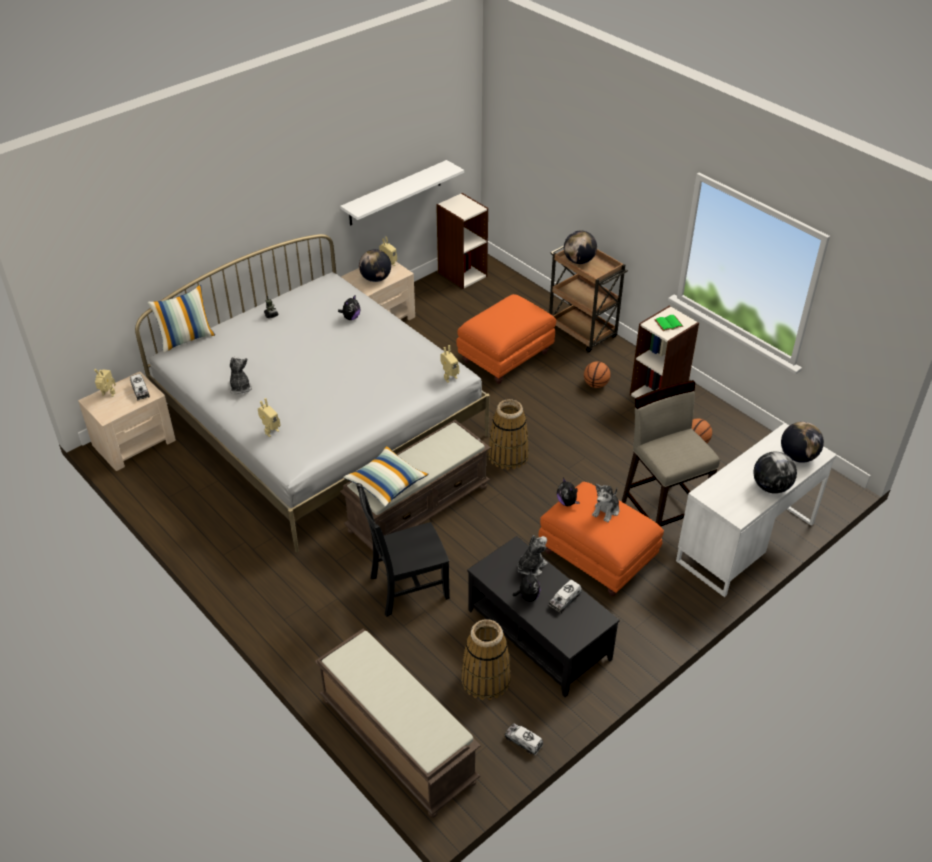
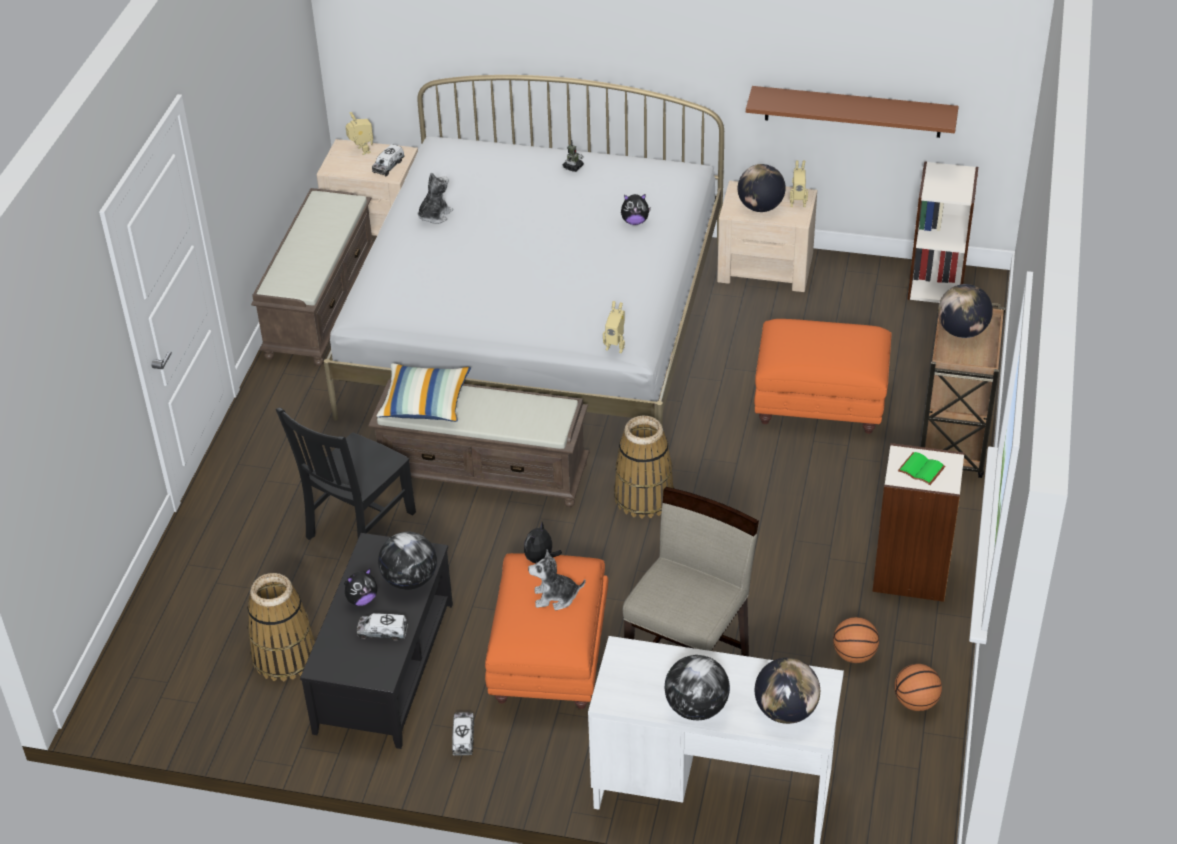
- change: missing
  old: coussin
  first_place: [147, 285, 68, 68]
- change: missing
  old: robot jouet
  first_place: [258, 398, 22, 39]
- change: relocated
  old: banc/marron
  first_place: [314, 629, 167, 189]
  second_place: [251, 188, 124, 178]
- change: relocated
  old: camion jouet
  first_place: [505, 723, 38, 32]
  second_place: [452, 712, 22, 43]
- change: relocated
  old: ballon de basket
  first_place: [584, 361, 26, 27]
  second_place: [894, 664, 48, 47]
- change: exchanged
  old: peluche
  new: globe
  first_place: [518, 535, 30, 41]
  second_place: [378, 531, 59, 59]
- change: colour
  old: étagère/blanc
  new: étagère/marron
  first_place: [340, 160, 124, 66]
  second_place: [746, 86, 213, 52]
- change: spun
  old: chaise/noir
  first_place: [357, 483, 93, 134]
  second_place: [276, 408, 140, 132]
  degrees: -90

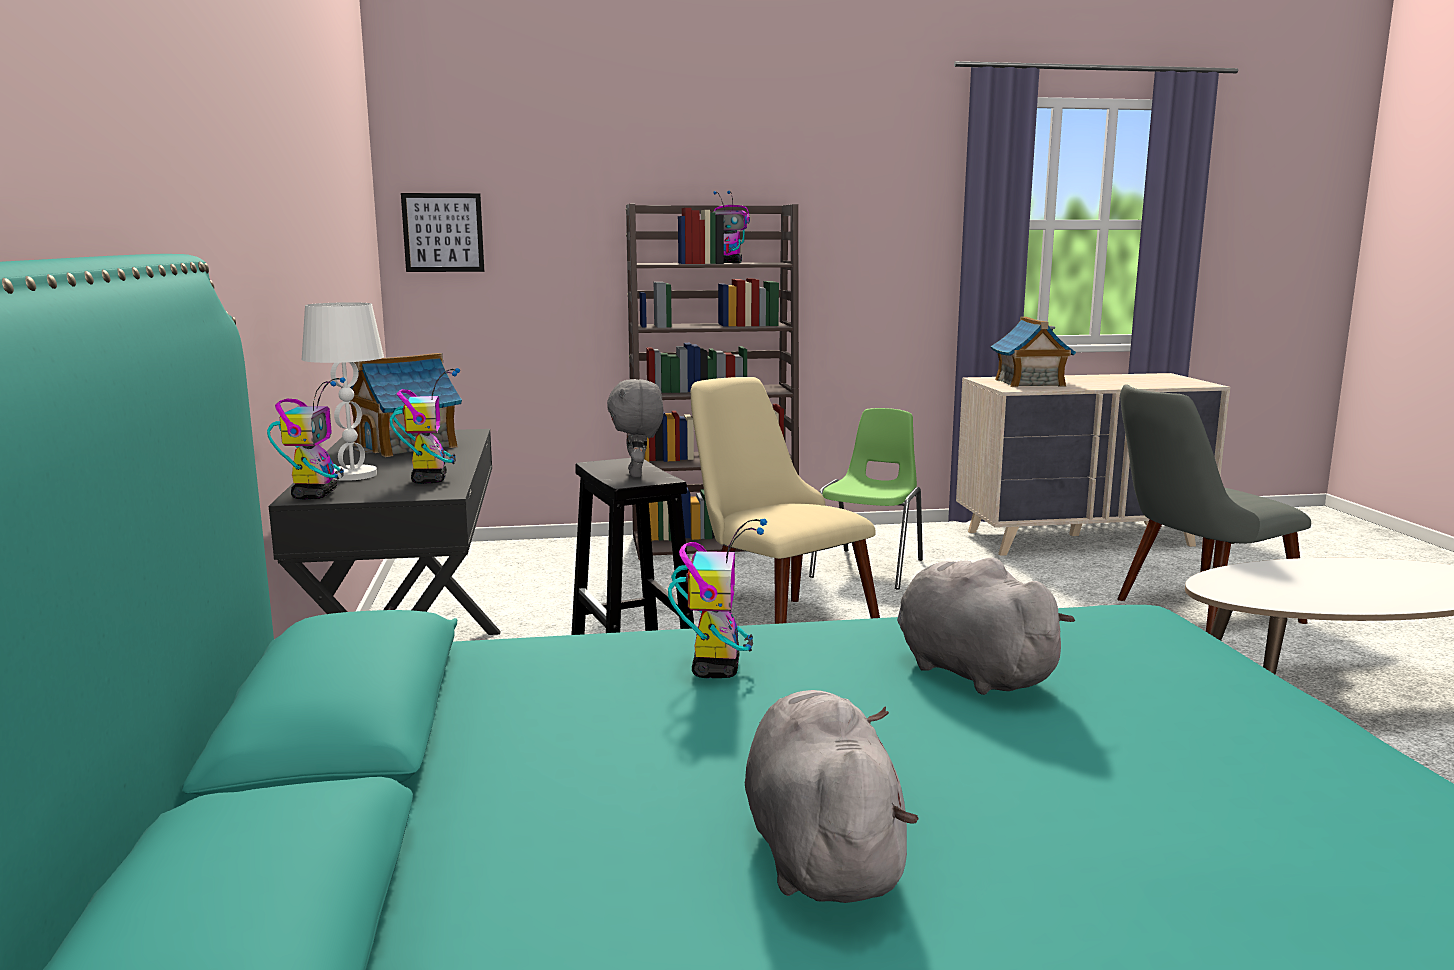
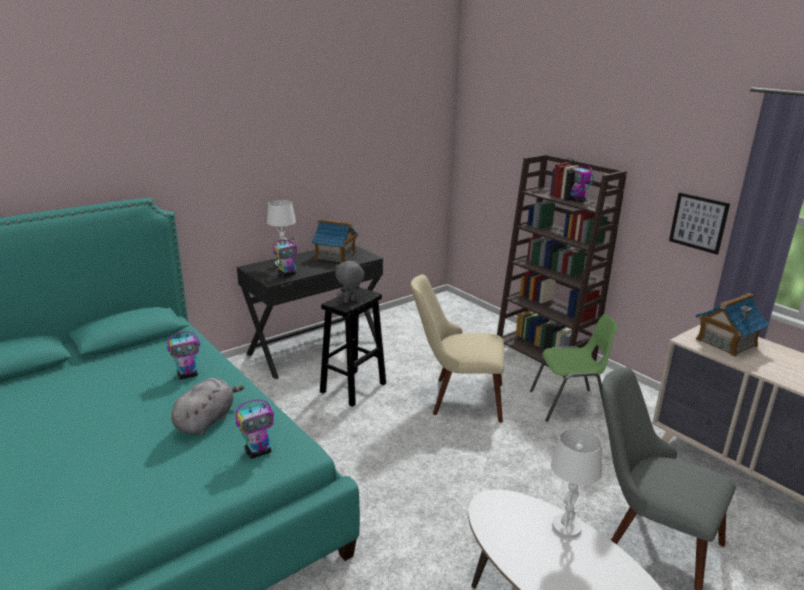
- change: missing
  old: peluche/gris
  first_place: [745, 690, 174, 213]
- change: appeared
  new: lampe de table/blanc
  second_place: [551, 428, 51, 110]
- change: relocated
  old: robot jouet
  first_place: [267, 377, 79, 123]
  second_place: [236, 400, 38, 59]
- change: relocated
  old: tableau
  first_place: [401, 193, 83, 79]
  second_place: [669, 192, 61, 63]
- change: spun
  old: chaise/beige
  first_place: [691, 377, 189, 247]
  second_place: [411, 275, 93, 148]
  degrees: -105

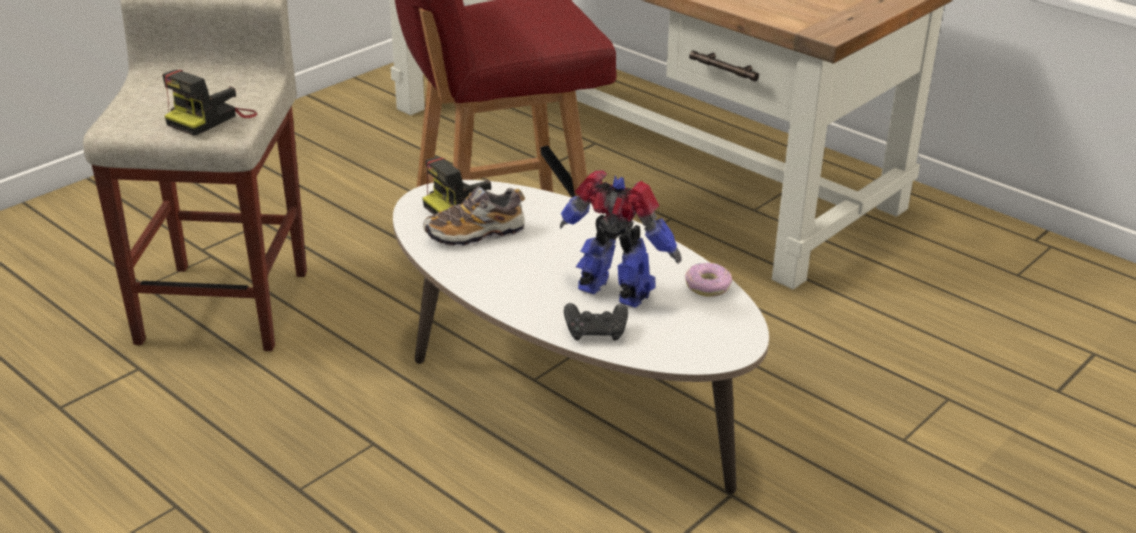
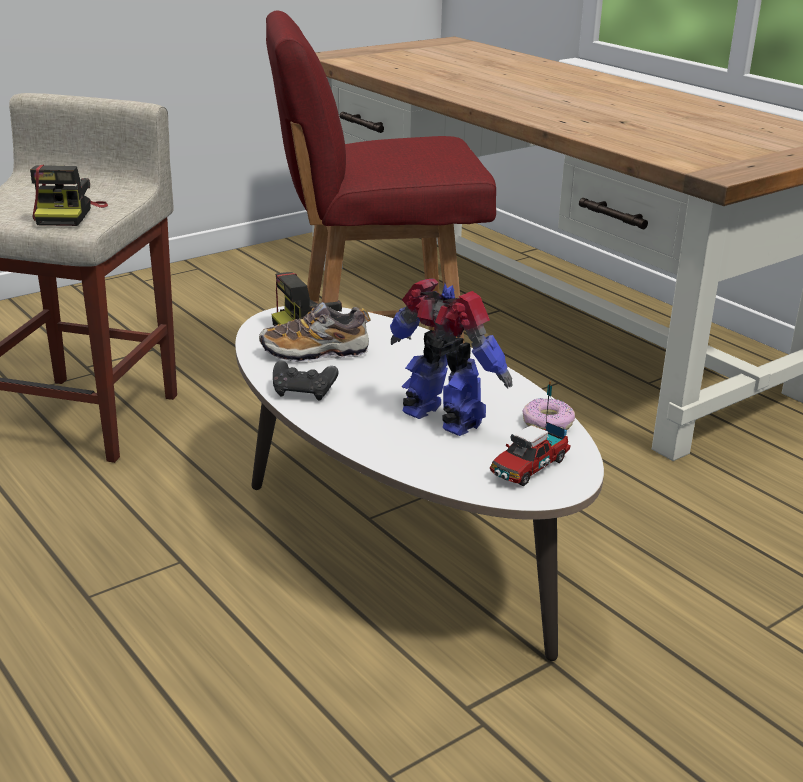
- change: appeared
  new: camion jouet
  second_place: [490, 382, 81, 104]
- change: relocated
  old: manette/noir
  first_place: [564, 303, 64, 38]
  second_place: [273, 361, 66, 40]
- change: spun
  old: appareil photo
  first_place: [162, 70, 95, 66]
  second_place: [30, 165, 78, 61]
  degrees: -45

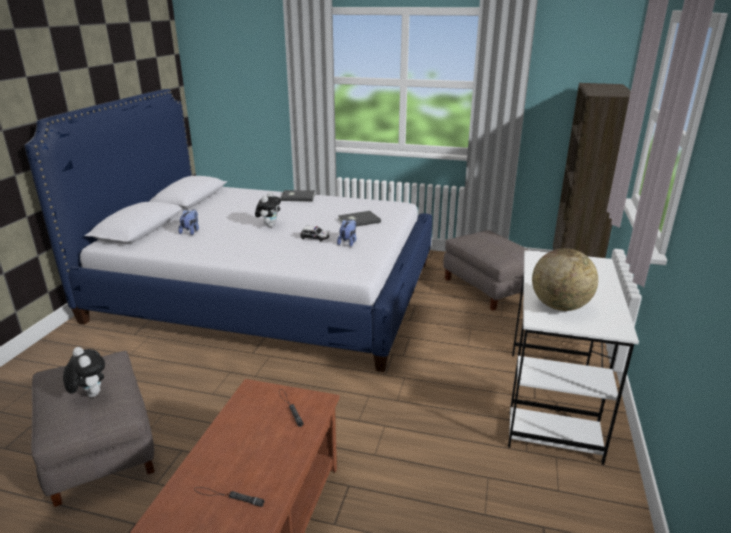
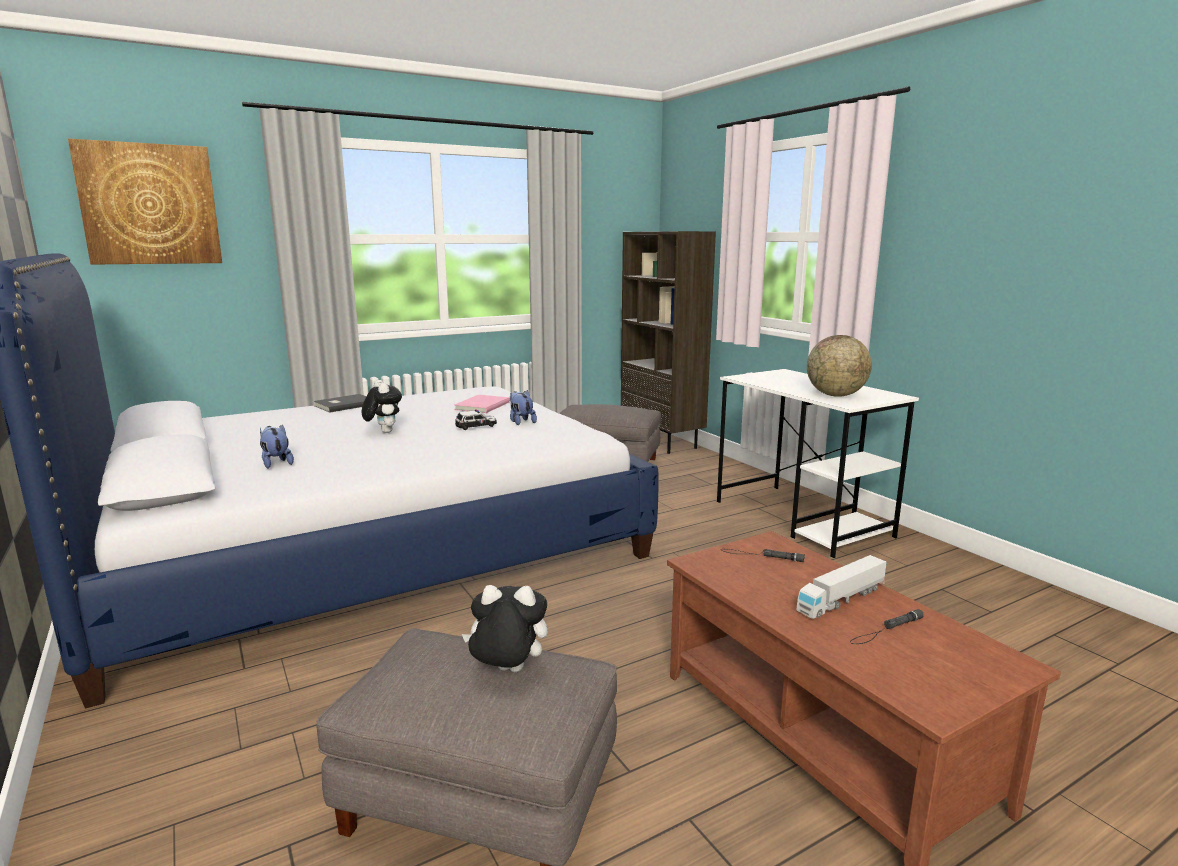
- change: appeared
  new: tableau
  second_place: [68, 138, 154, 127]
- change: appeared
  new: camion jouet
  second_place: [796, 555, 91, 64]
- change: colour
  old: livre/gris
  new: livre/rose
  first_place: [338, 211, 43, 16]
  second_place: [454, 395, 56, 18]

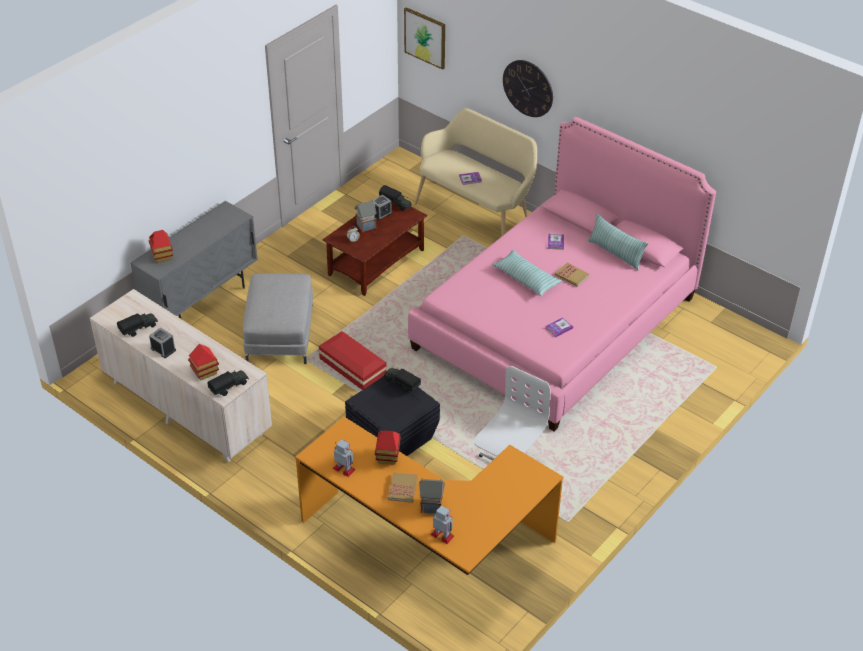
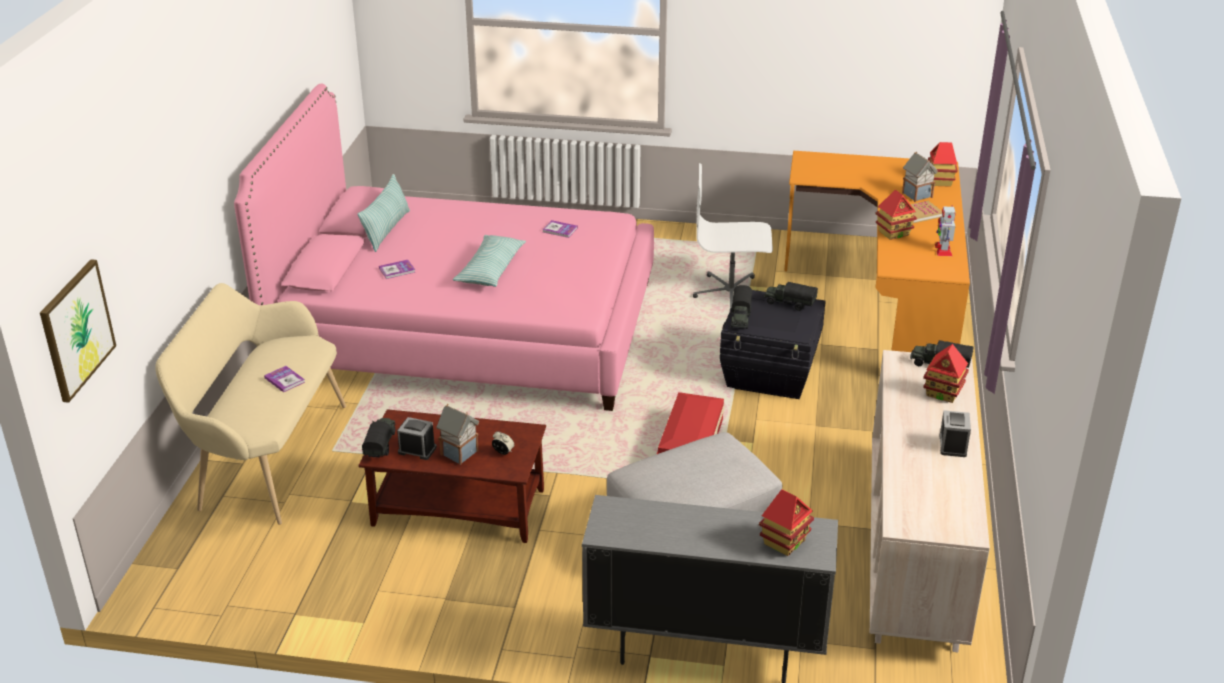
- change: missing
  old: horloge murale
  first_place: [503, 60, 50, 57]
- change: missing
  old: livre
  first_place: [555, 263, 34, 24]
- change: relocated
  old: camion jouet
  first_place: [117, 313, 41, 24]
  second_place: [764, 282, 54, 29]
- change: exchanged
  old: robot jouet
  new: maison miniature
  first_place: [430, 505, 24, 39]
  second_place: [928, 142, 30, 45]

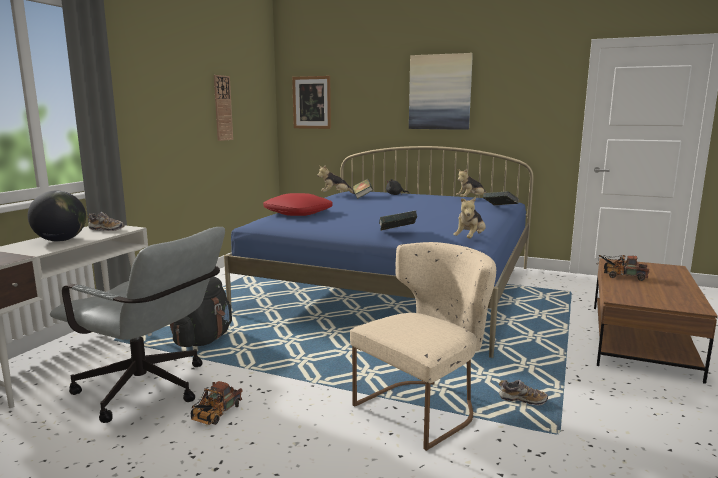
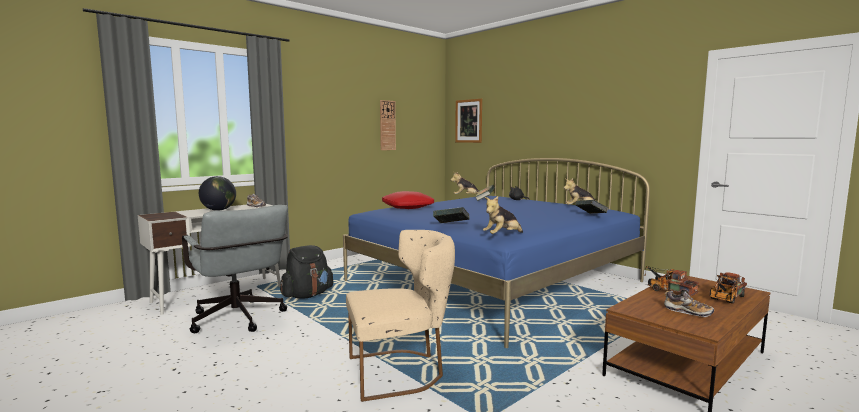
- change: missing
  old: tableau
  first_place: [409, 53, 64, 77]
- change: relocated
  old: camion jouet
  first_place: [191, 381, 52, 44]
  second_place: [709, 272, 38, 32]
- change: relocated
  old: chaussure
  first_place: [499, 380, 49, 26]
  second_place: [664, 291, 50, 26]

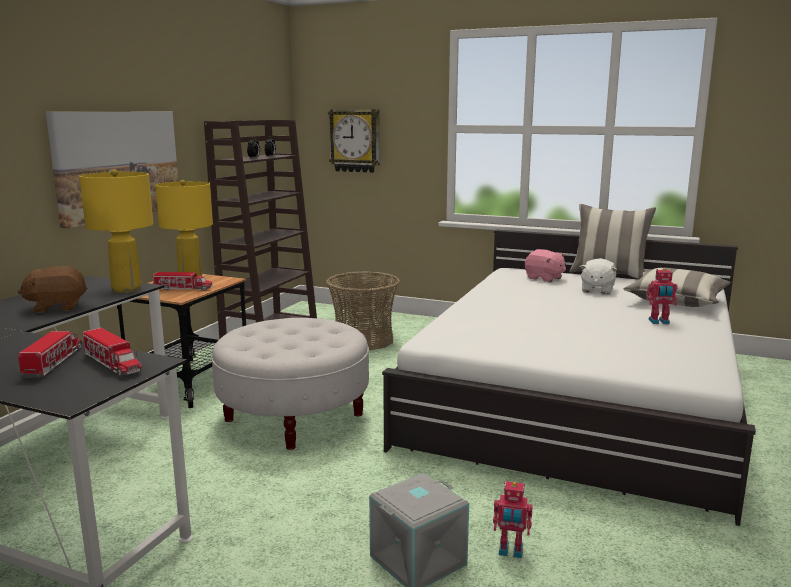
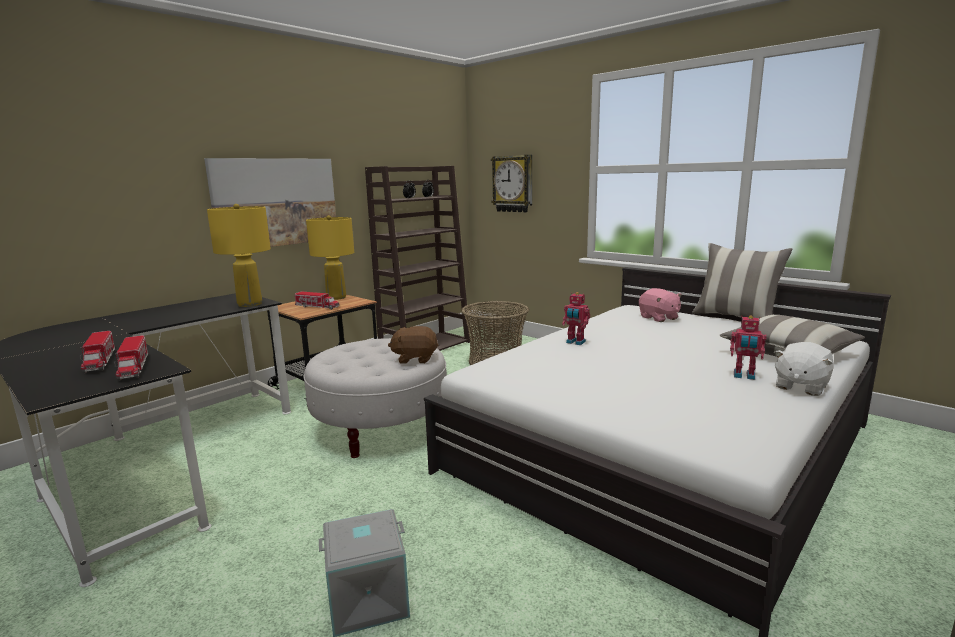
- change: relocated
  old: peluche/marron
  first_place: [18, 266, 70, 47]
  second_place: [388, 326, 51, 38]
- change: relocated
  old: robot jouet
  first_place: [493, 481, 40, 77]
  second_place: [562, 292, 28, 53]
- change: relocated
  old: peluche/blanc
  first_place: [580, 258, 37, 36]
  second_place: [774, 342, 60, 54]
- change: spun
  old: camion jouet
  first_place: [18, 330, 64, 48]
  second_place: [79, 331, 36, 42]
  degrees: 135

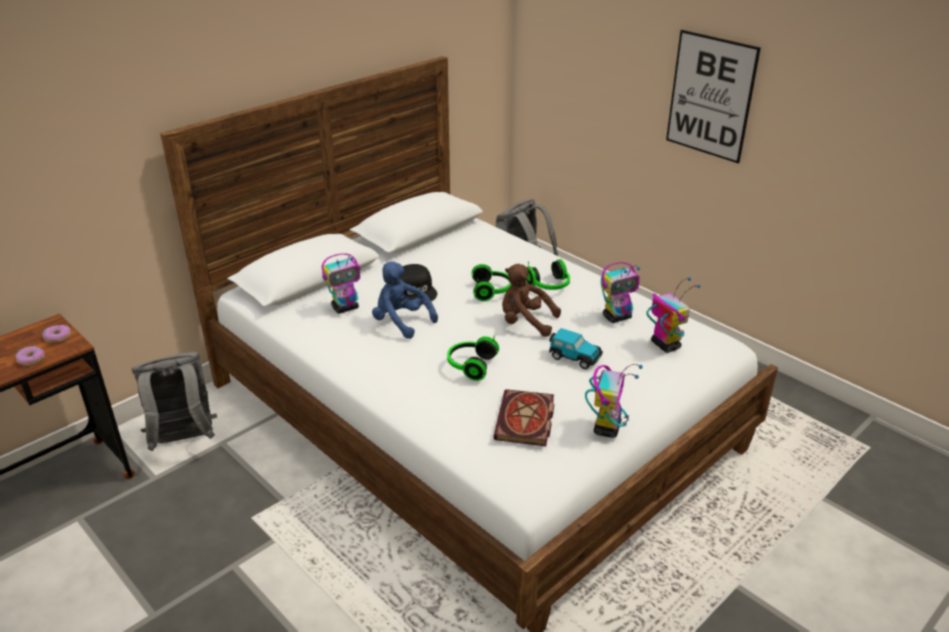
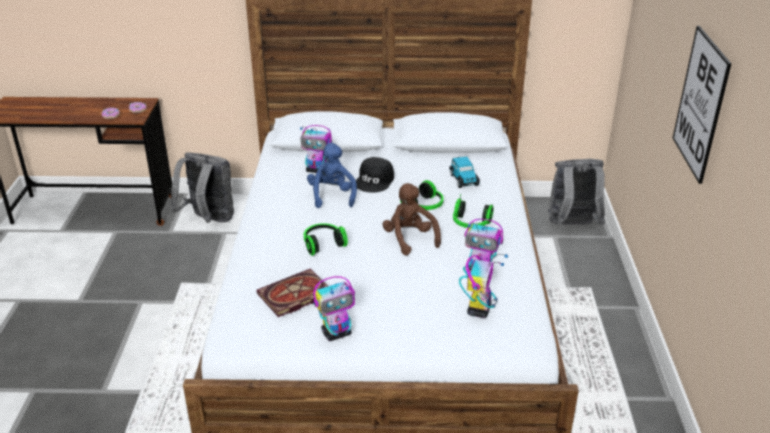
- change: relocated
  old: petite voiture
  first_place: [549, 328, 54, 41]
  second_place: [449, 157, 31, 31]

